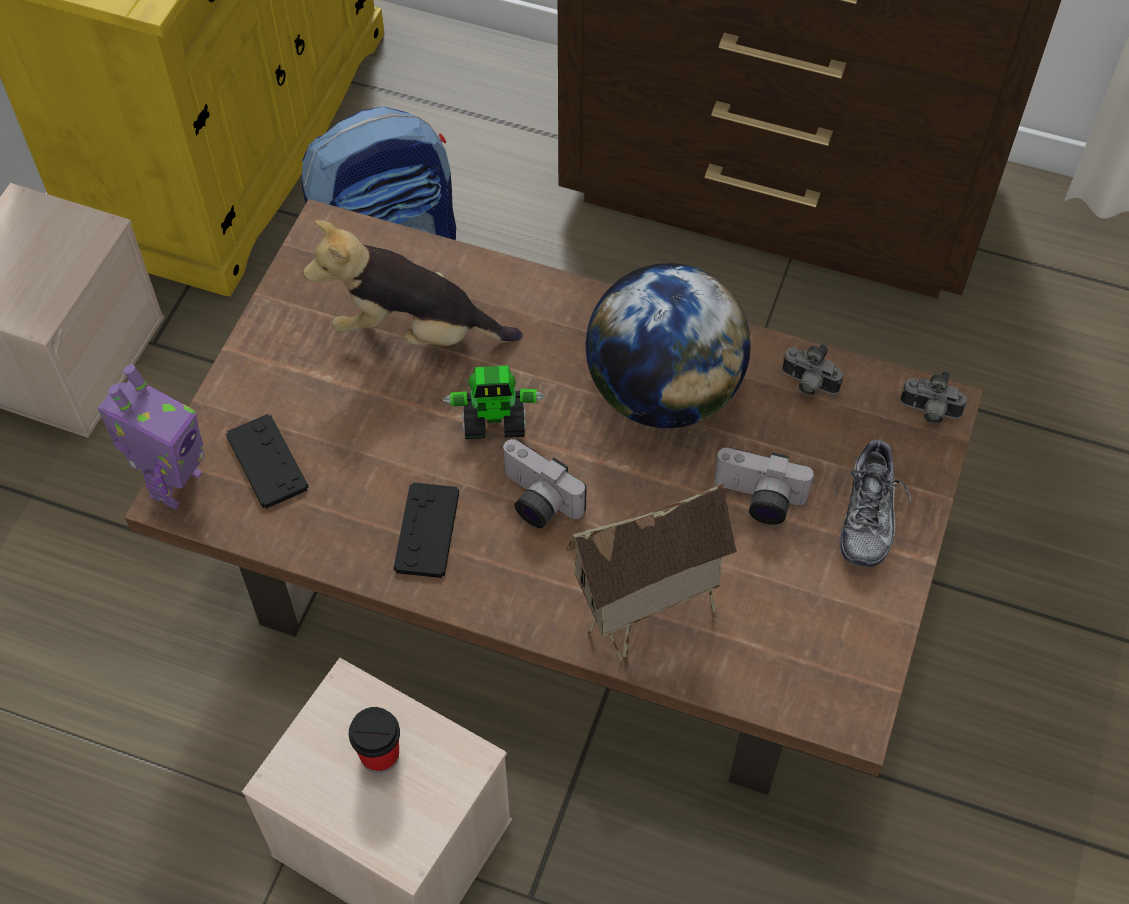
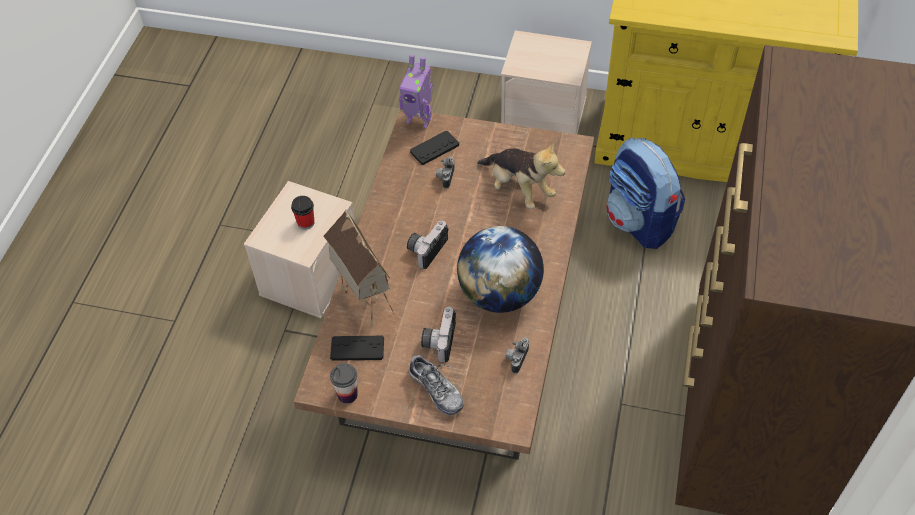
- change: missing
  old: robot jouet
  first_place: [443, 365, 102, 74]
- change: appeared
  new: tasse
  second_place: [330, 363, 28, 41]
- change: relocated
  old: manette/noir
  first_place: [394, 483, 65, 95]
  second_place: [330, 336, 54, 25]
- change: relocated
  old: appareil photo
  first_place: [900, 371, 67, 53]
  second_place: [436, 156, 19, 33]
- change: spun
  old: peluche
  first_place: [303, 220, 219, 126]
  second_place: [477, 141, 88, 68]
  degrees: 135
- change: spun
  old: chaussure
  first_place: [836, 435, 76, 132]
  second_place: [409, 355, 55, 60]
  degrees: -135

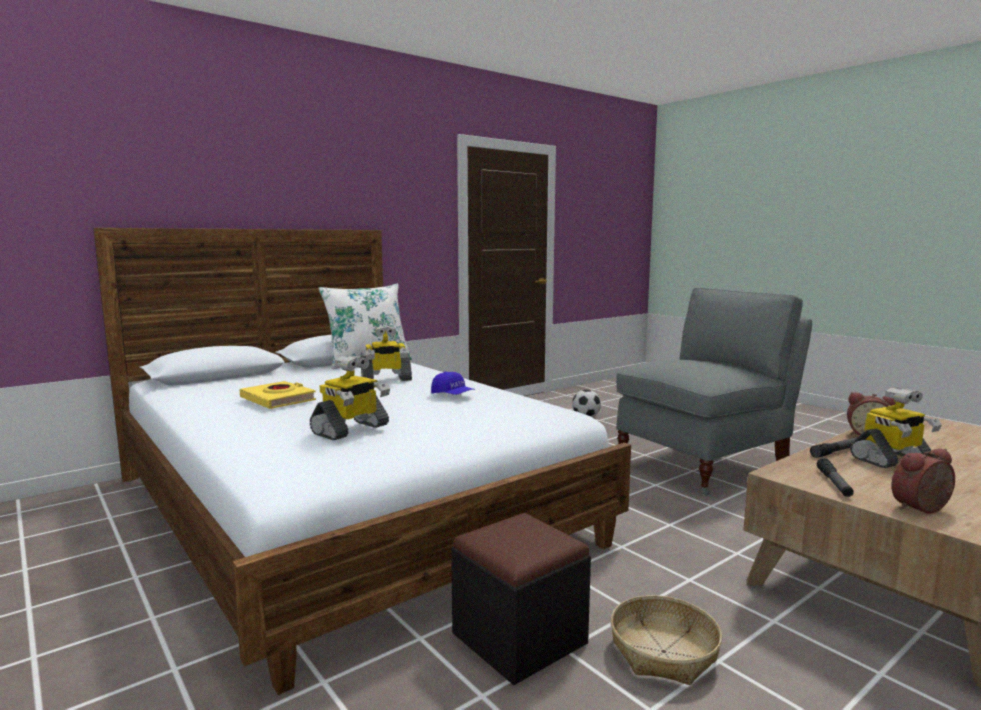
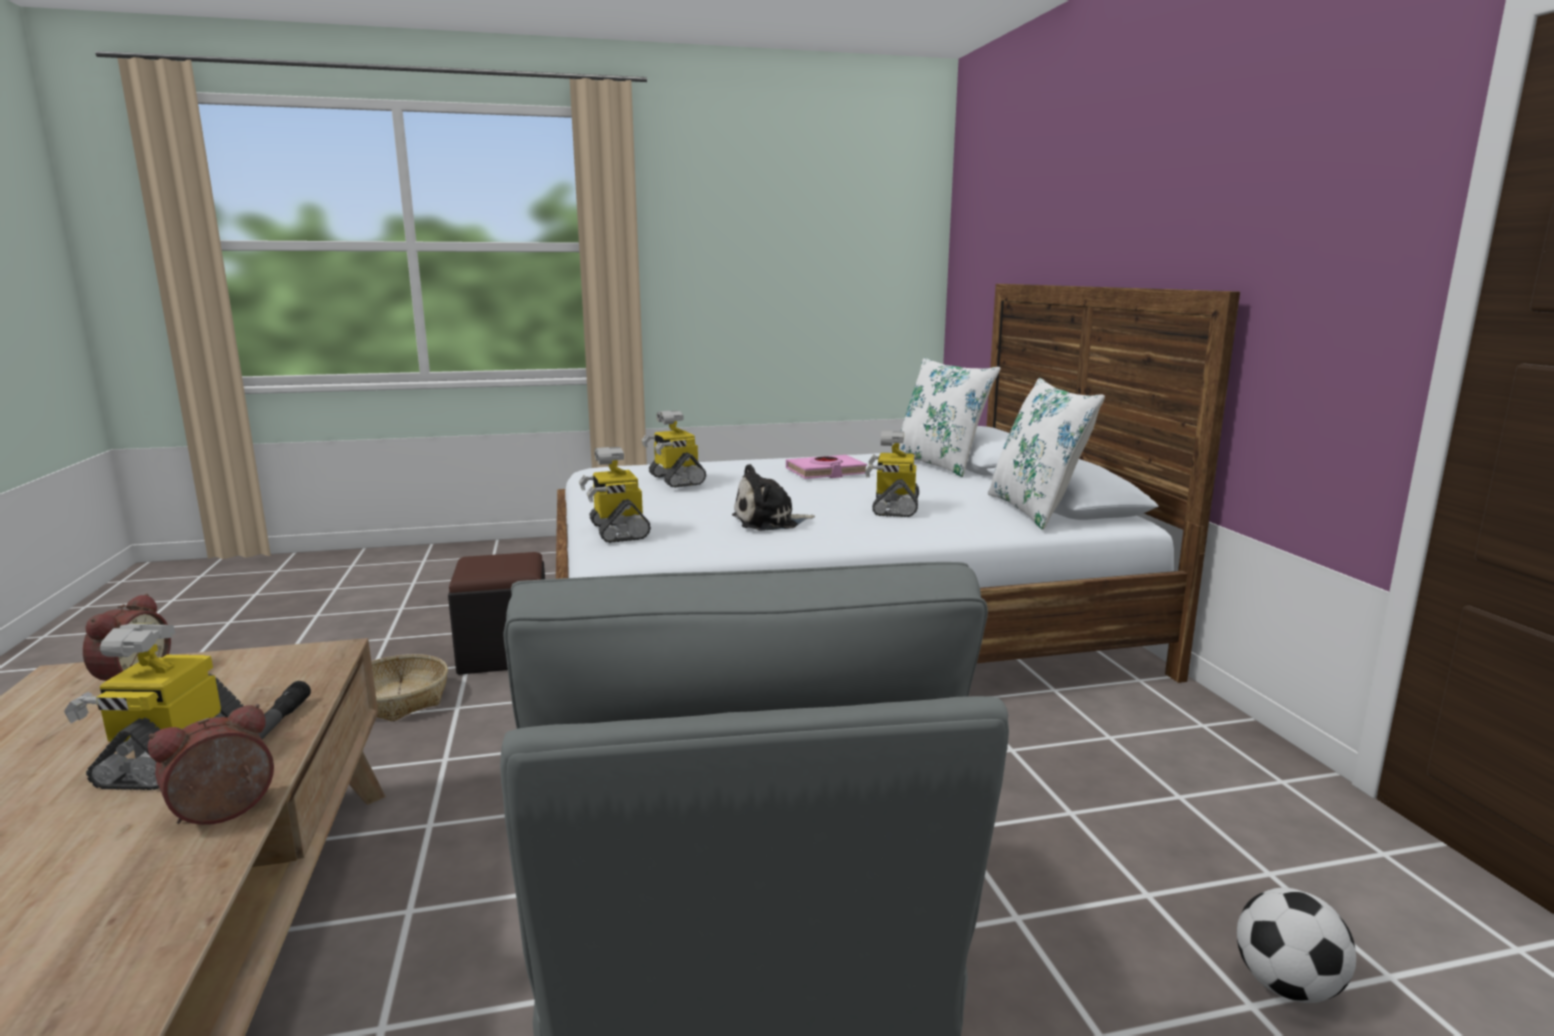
- change: missing
  old: lampe de poche
  first_place: [817, 458, 37, 39]
- change: appeared
  new: robot jouet
  second_place: [579, 447, 72, 96]
- change: appeared
  new: coussin/blanc
  second_place: [891, 358, 110, 119]
- change: exchanged
  old: casquette/bleu
  new: peluche
  first_place: [431, 372, 44, 23]
  second_place: [732, 464, 83, 67]
- change: colour
  old: livre/jaune
  new: livre/rose
  first_place: [240, 381, 76, 28]
  second_place: [786, 455, 81, 24]

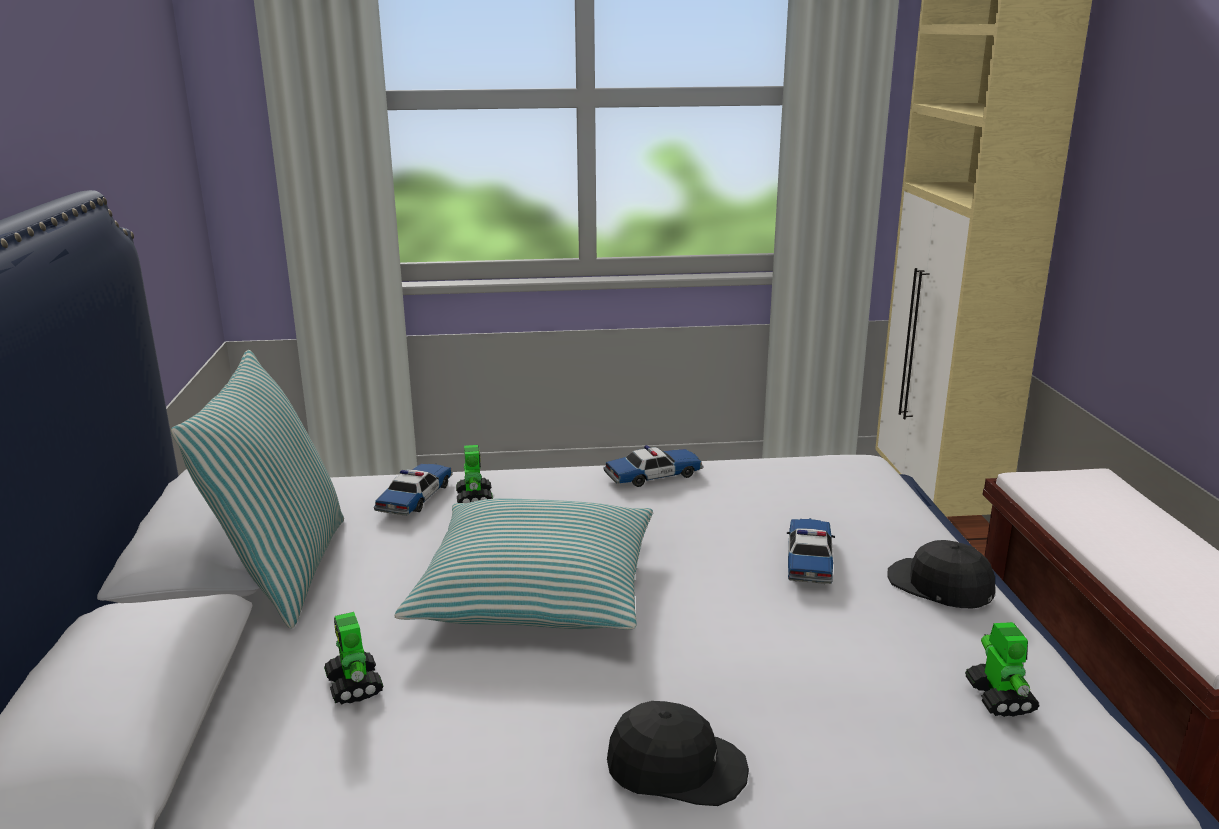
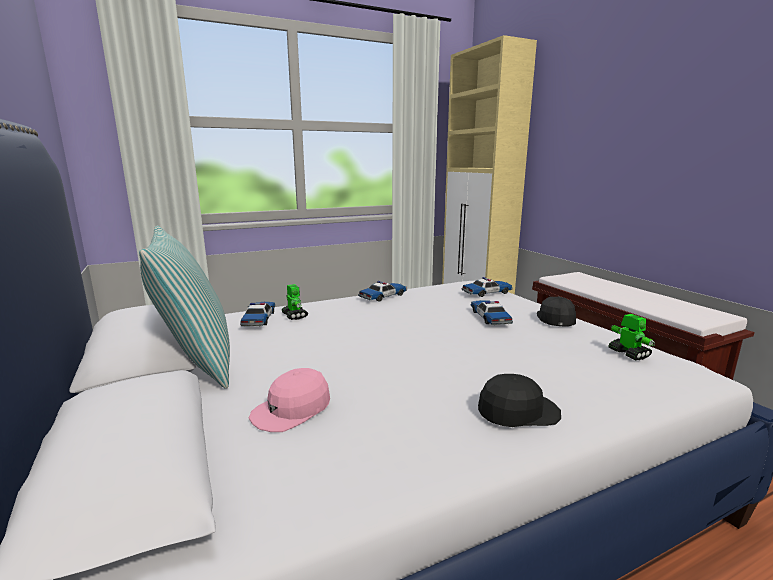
- change: missing
  old: coussin
  first_place: [394, 498, 259, 132]
- change: appeared
  new: petite voiture
  second_place: [462, 277, 51, 20]
- change: exchanged
  old: robot jouet
  new: casquette/rose
  first_place: [324, 612, 60, 93]
  second_place: [249, 368, 81, 64]
- change: spun
  old: casquette/noir
  first_place: [887, 540, 108, 68]
  second_place: [537, 296, 39, 31]
  degrees: 75

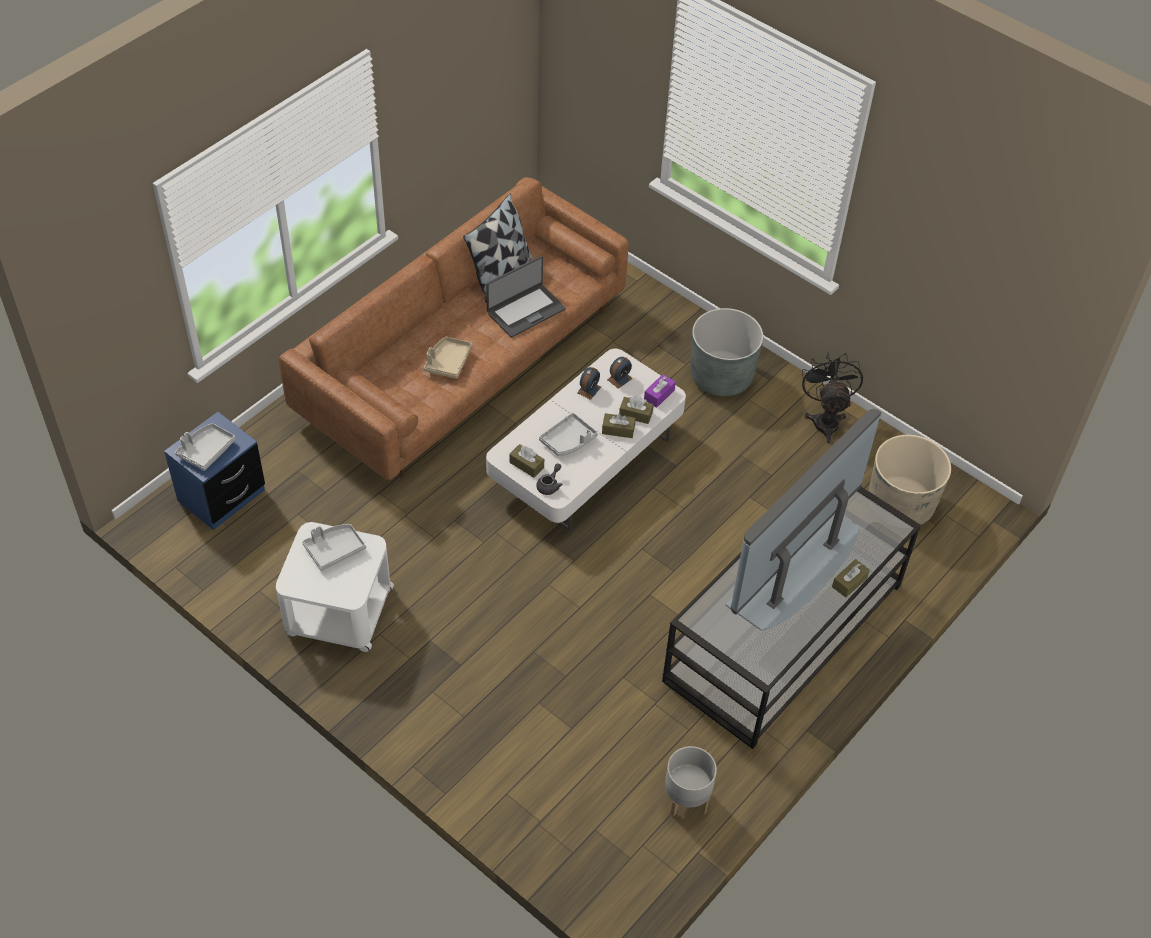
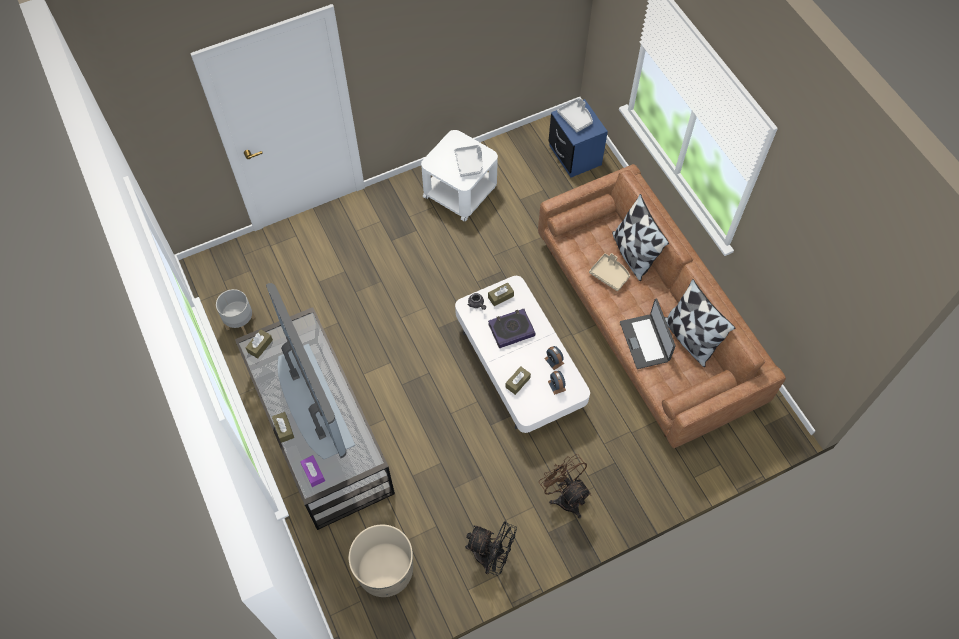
- change: appeared
  new: coussin
  second_place: [612, 194, 57, 87]
- change: relocated
  old: boîte à mouchoirs/marron
  first_place: [602, 413, 33, 25]
  second_place: [246, 329, 27, 30]
- change: relocated
  old: boîte à mouchoirs/violet
  first_place: [644, 374, 32, 34]
  second_place: [300, 455, 25, 32]
- change: exchanged
  old: plateau/gris
  new: livre
  first_place: [539, 413, 59, 43]
  second_place: [488, 309, 47, 39]
- change: exchanged
  old: cache-pot/gris
  new: ventilateur/marron
  first_place: [690, 308, 73, 88]
  second_place: [539, 454, 52, 65]

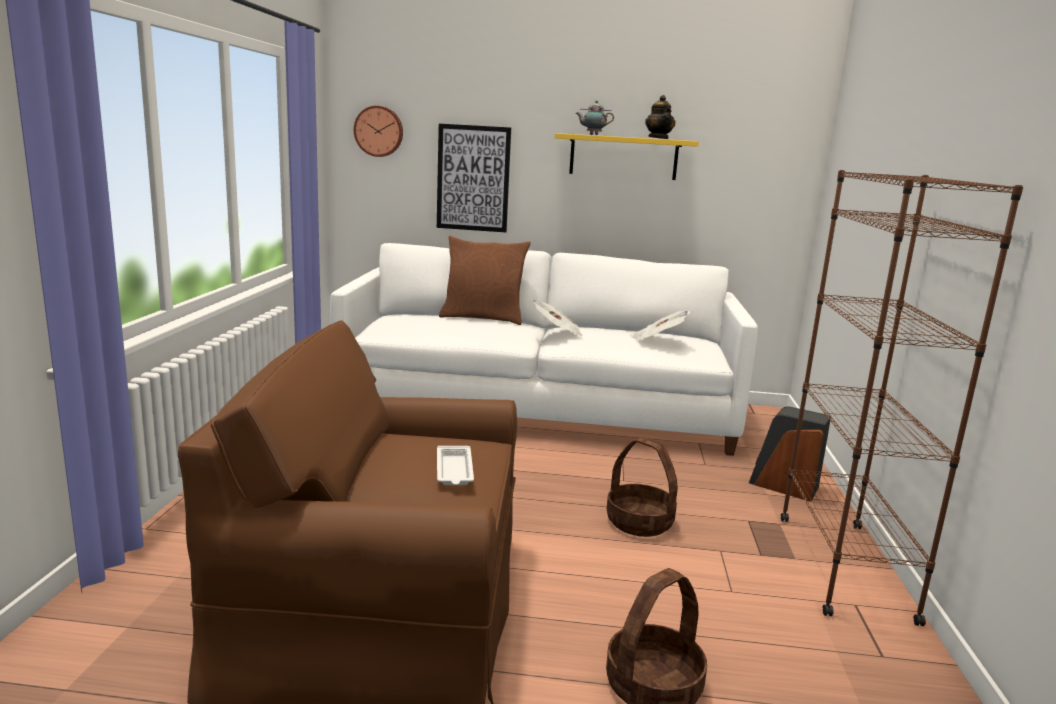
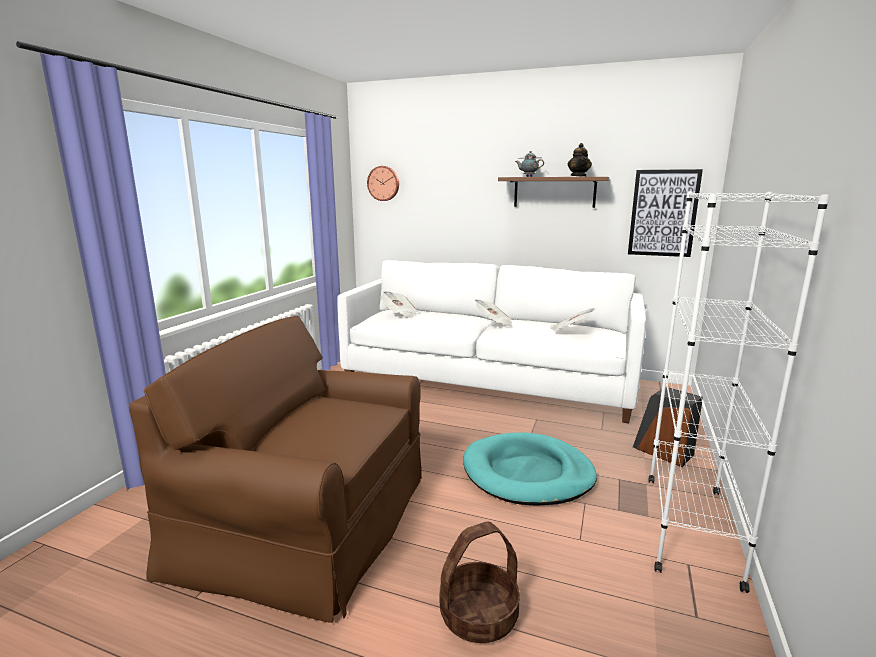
- change: missing
  old: plateau/blanc
  first_place: [437, 446, 37, 39]
- change: missing
  old: coussin/marron
  first_place: [439, 235, 92, 90]
- change: appeared
  new: journal
  second_place: [381, 291, 37, 27]
- change: relocated
  old: tableau
  first_place: [437, 124, 74, 108]
  second_place: [628, 169, 75, 88]
- change: exchanged
  old: panier
  new: panier pour chien/turquoise
  first_place: [607, 437, 71, 100]
  second_place: [463, 432, 134, 74]
- change: colour
  old: étagère/jaune
  new: étagère/marron
  first_place: [555, 133, 144, 47]
  second_place: [498, 177, 111, 31]
- change: colour
  old: bibliothèque/marron
  new: bibliothèque/blanc
  first_place: [781, 170, 242, 456]
  second_place: [649, 191, 181, 402]

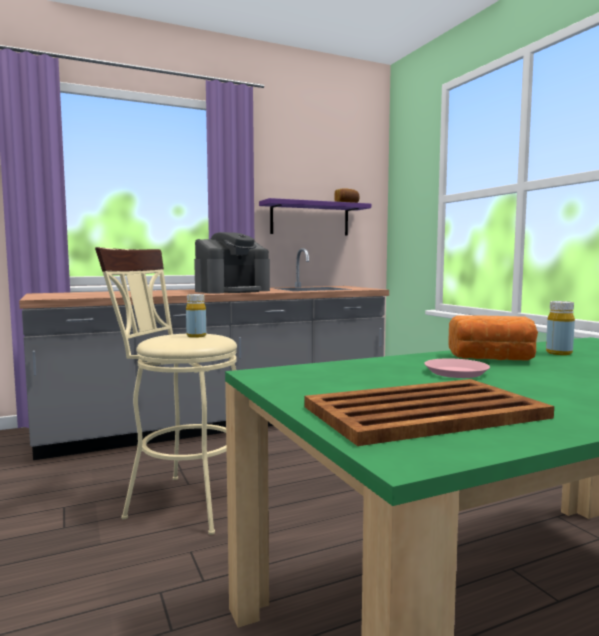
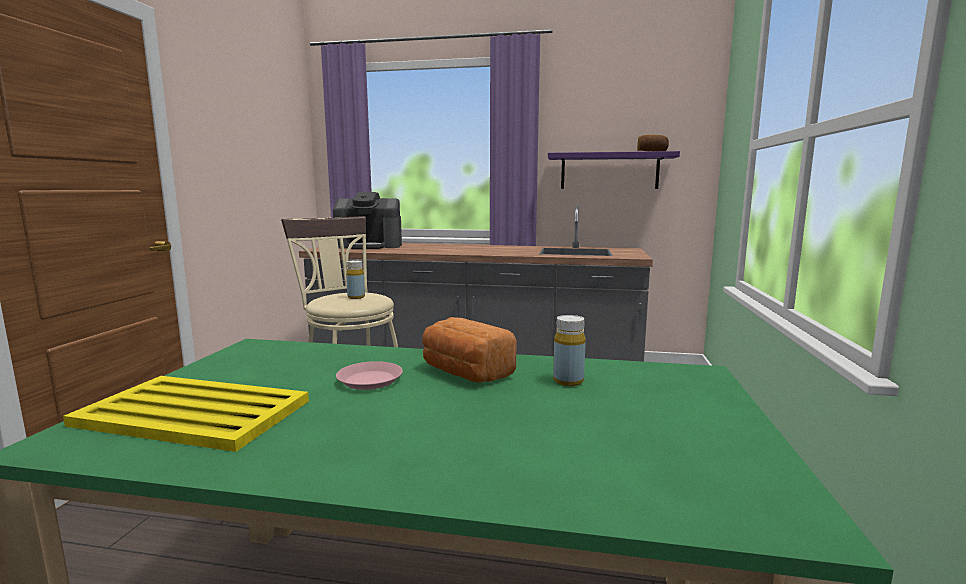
- change: relocated
  old: machine à café
  first_place: [194, 232, 76, 61]
  second_place: [333, 192, 69, 57]
- change: colour
  old: plateau/marron
  new: plateau/jaune
  first_place: [304, 379, 250, 67]
  second_place: [63, 376, 246, 76]

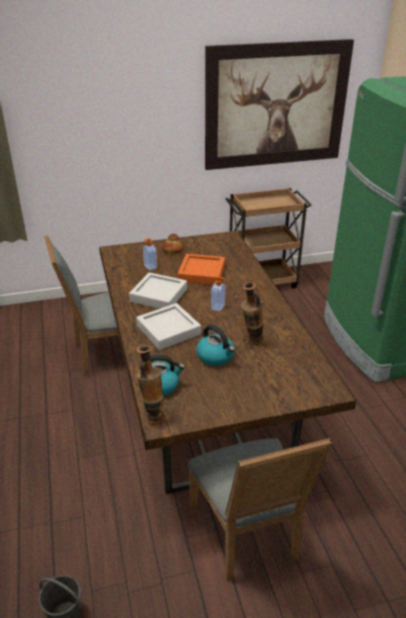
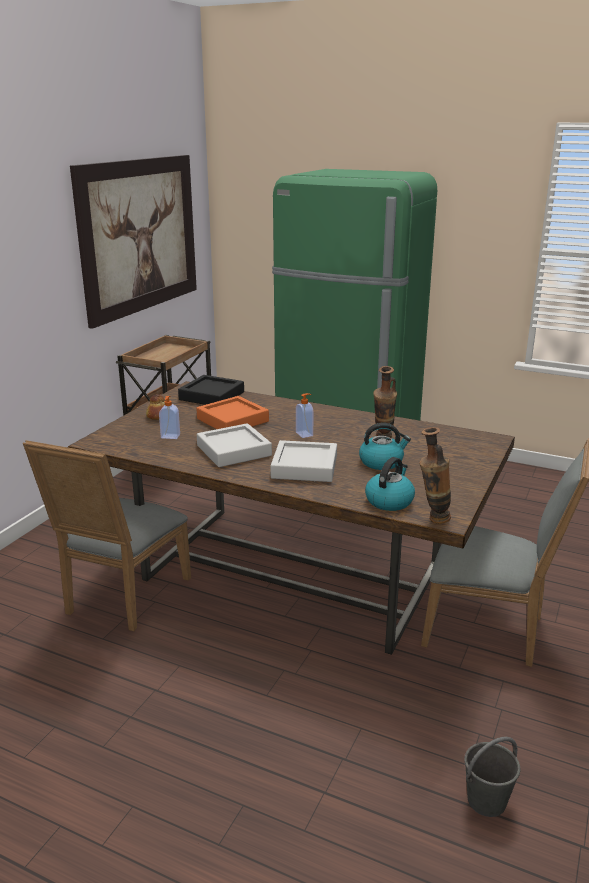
- change: appeared
  new: plateau/noir
  second_place: [178, 375, 66, 30]

